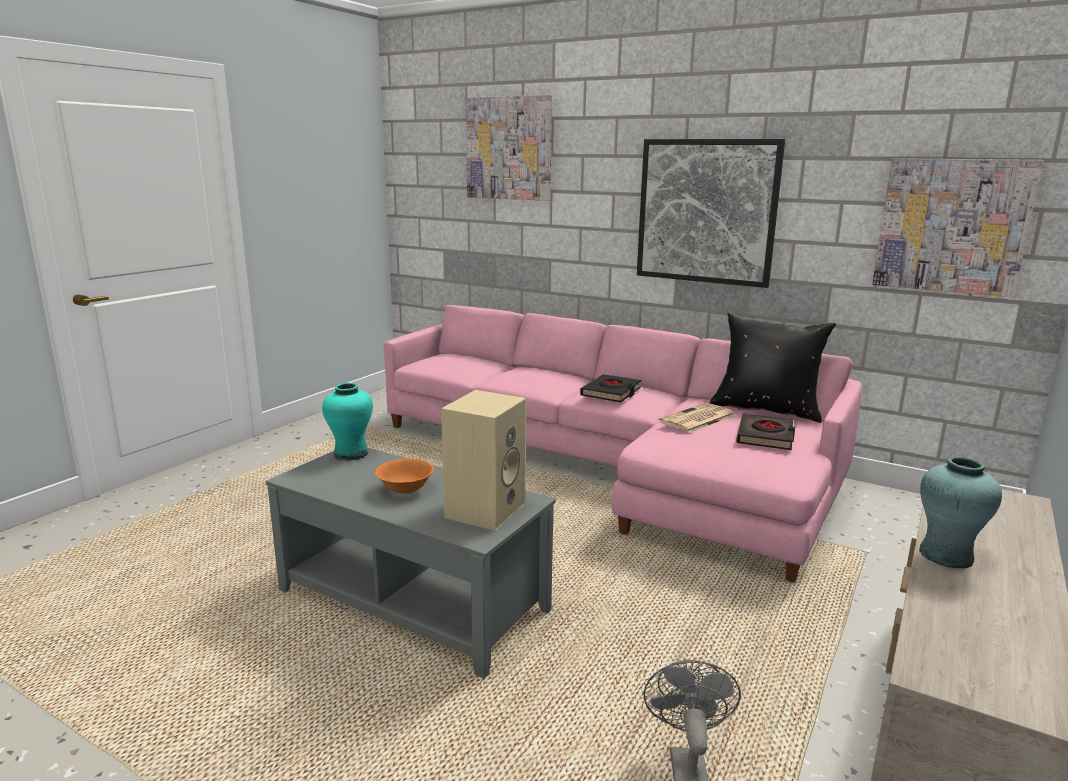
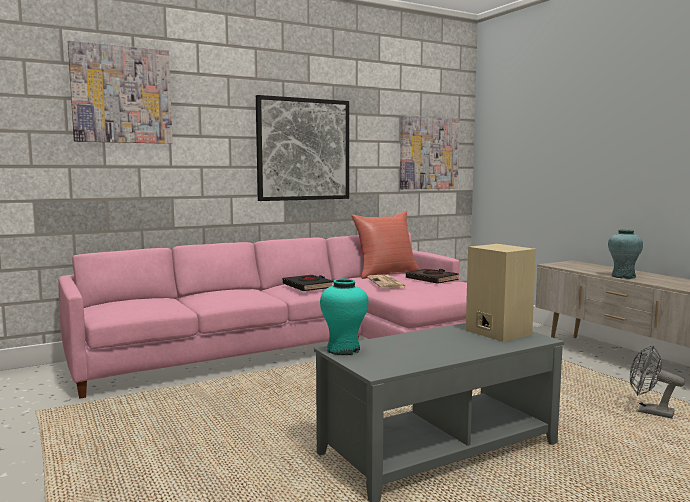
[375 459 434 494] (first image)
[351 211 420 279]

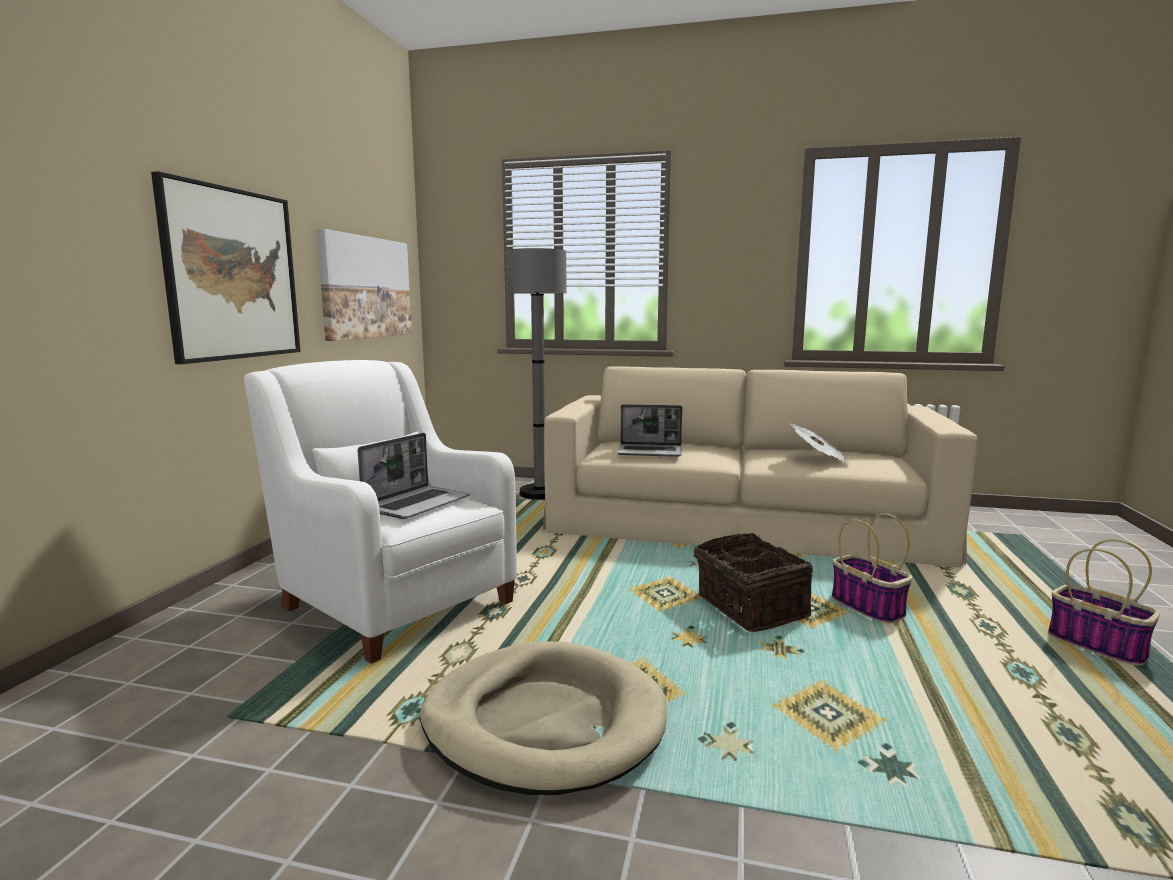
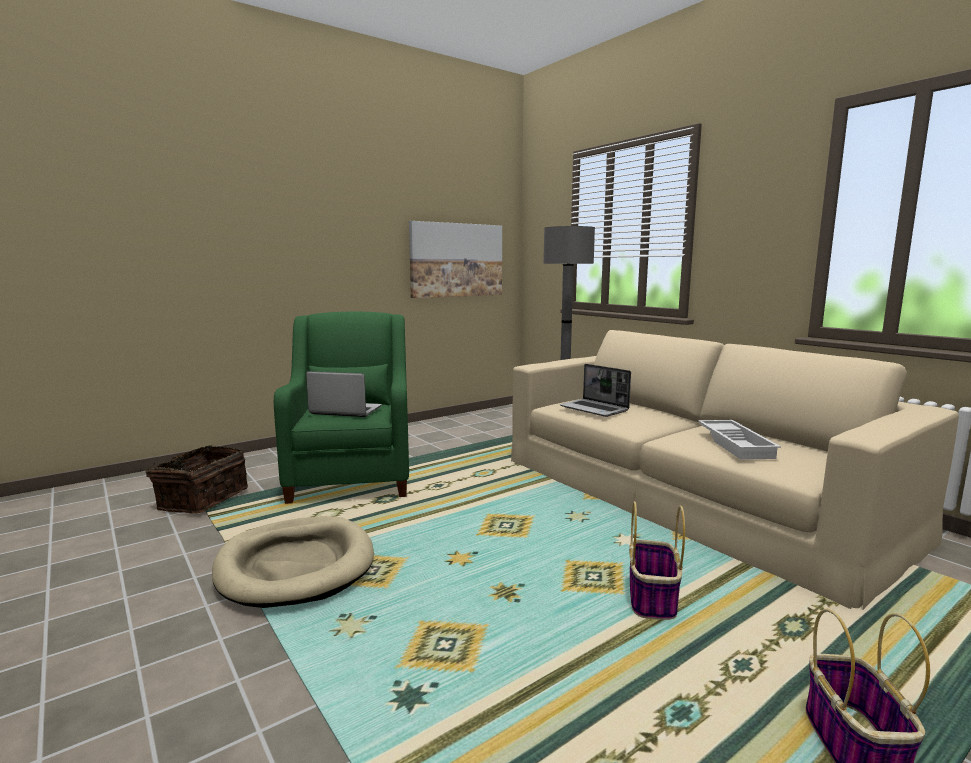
[151 171 301 364] (first image)
[274 312 409 504]
[306 371 382 417]
[140 445 248 514]
[698 420 781 460]

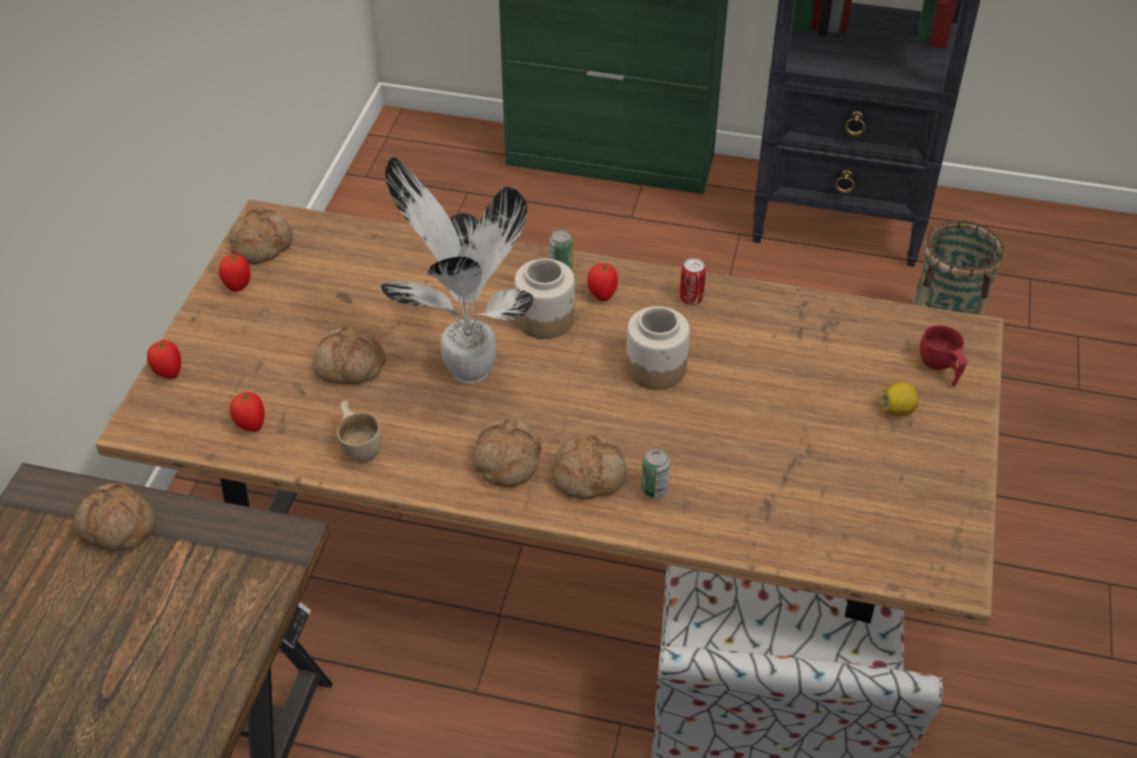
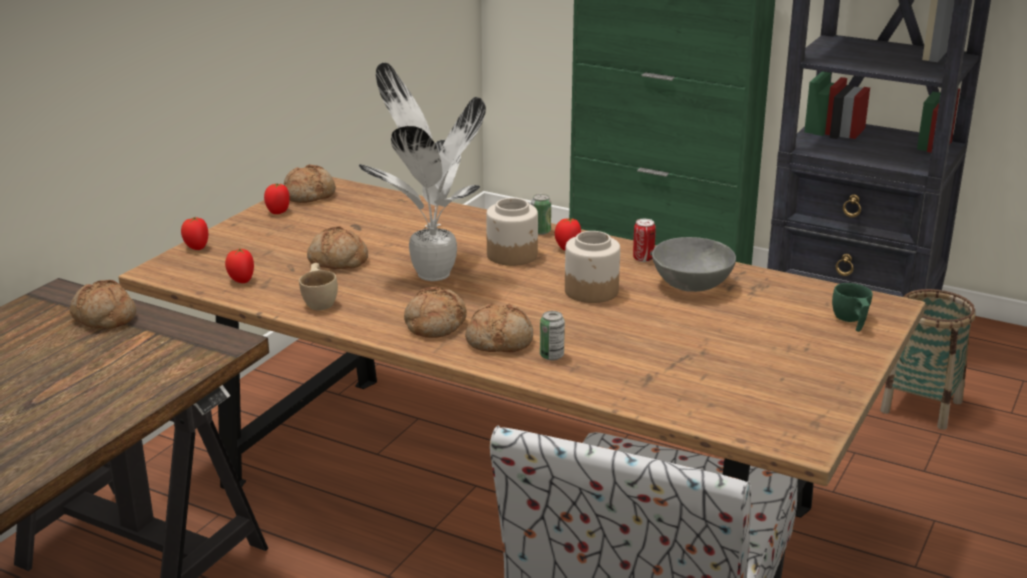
[881 382 919 416] (first image)
[832 283 873 332]
[652 237 736 292]

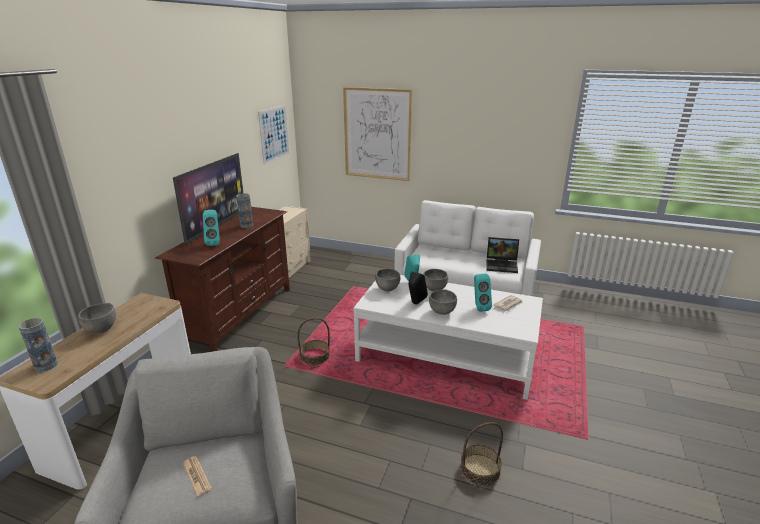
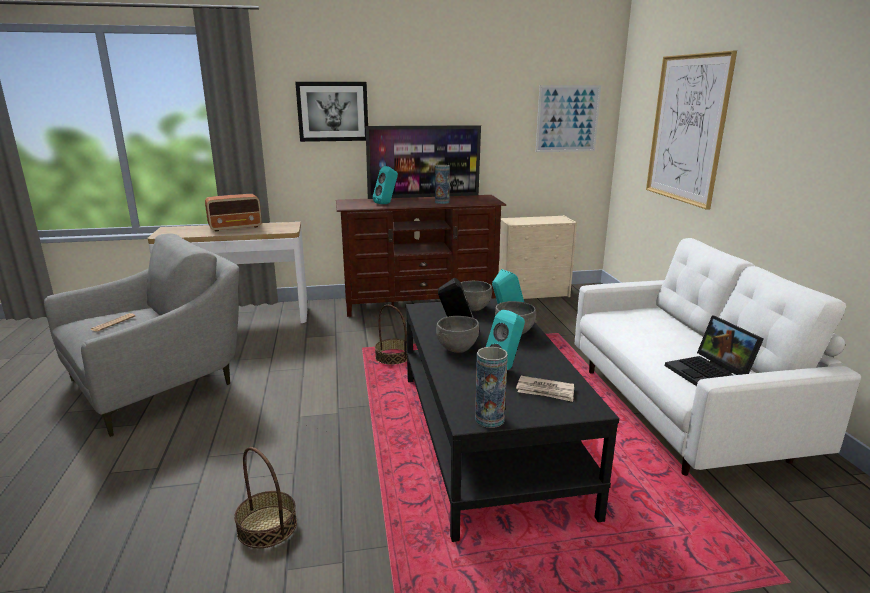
[475 347 508 428]
[205 194 262 232]
[406 298 619 542]
[295 82 368 142]

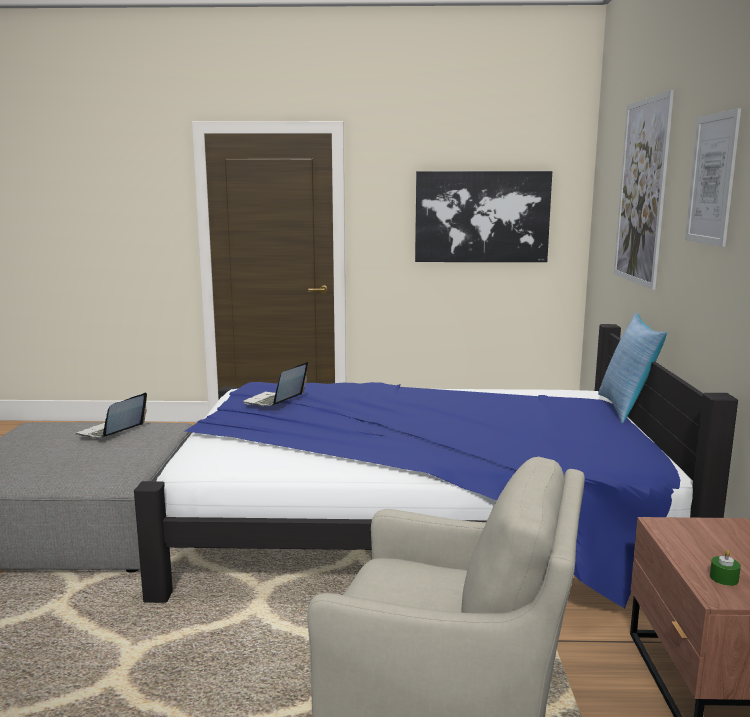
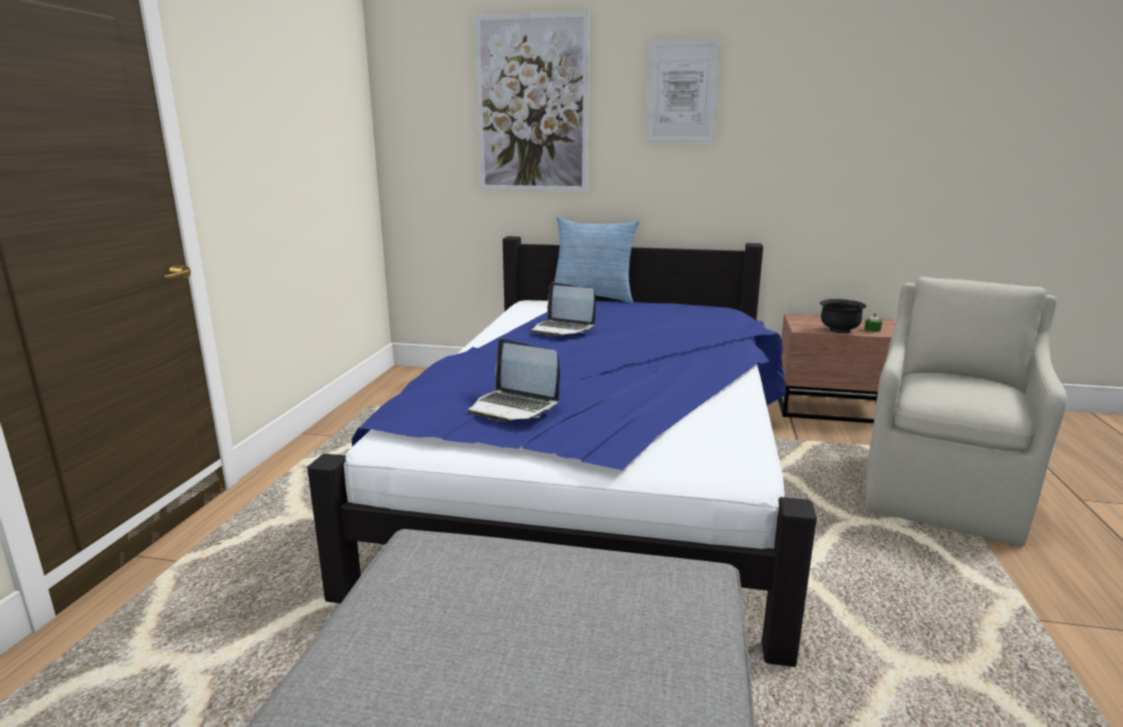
[531 282 596 336]
[415 171 552 262] (first image)
[820 299 867 333]

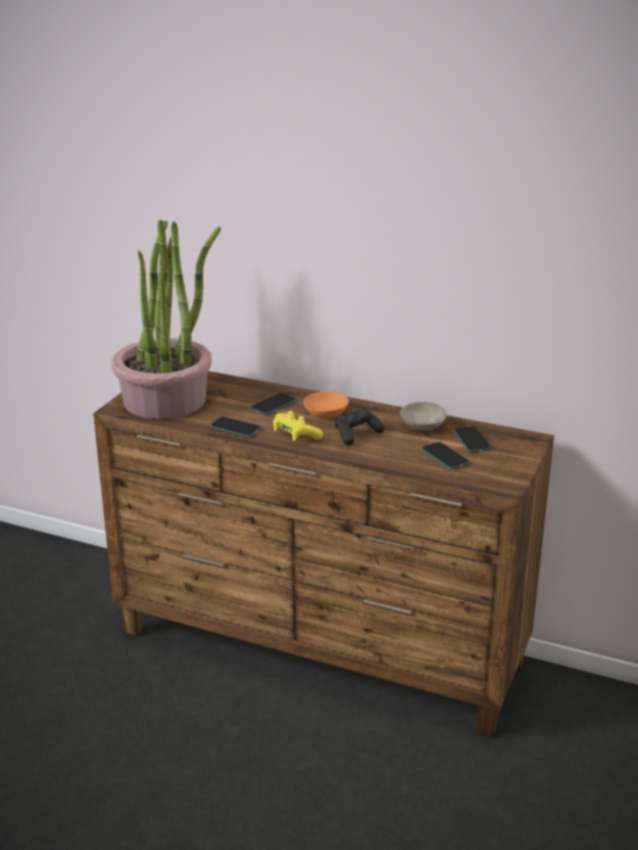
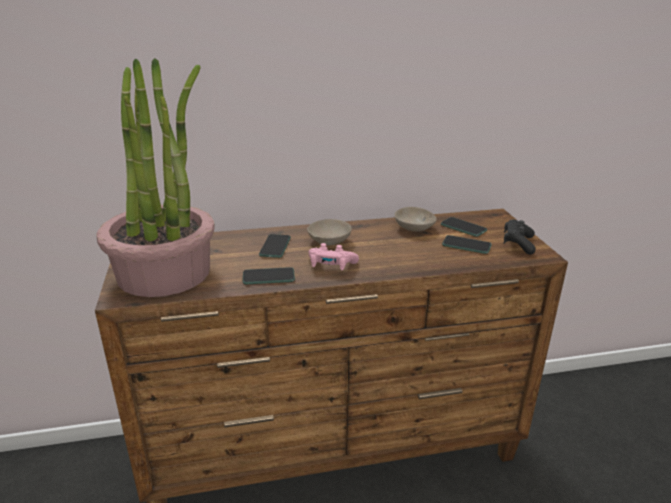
[309 243 359 270]
[307 219 352 246]
[504 219 536 255]

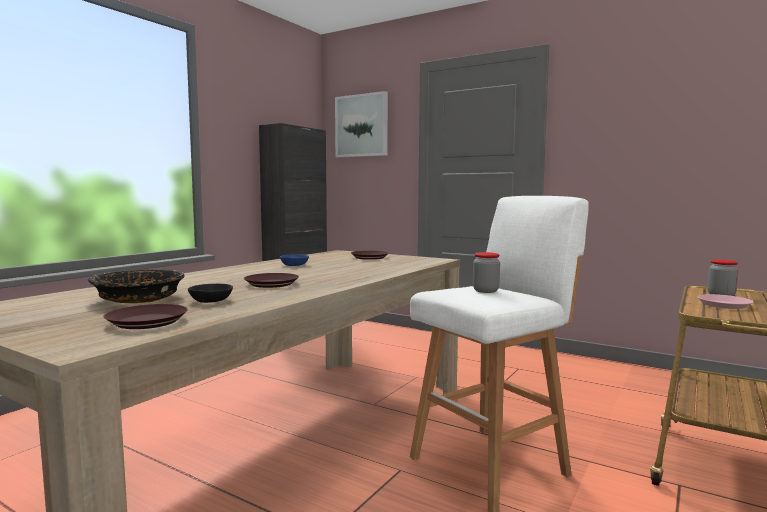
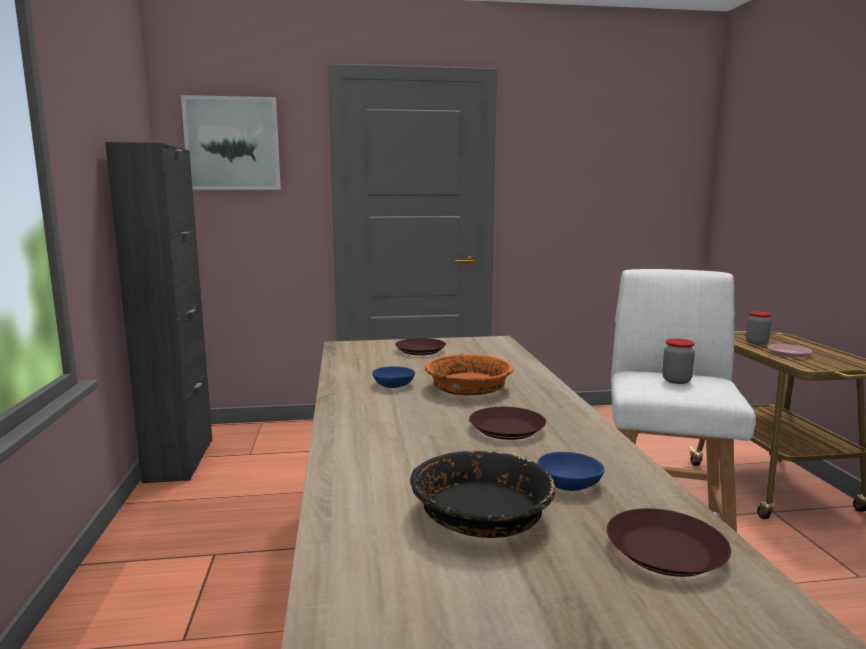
[537 452 605 491]
[425 354 514 395]

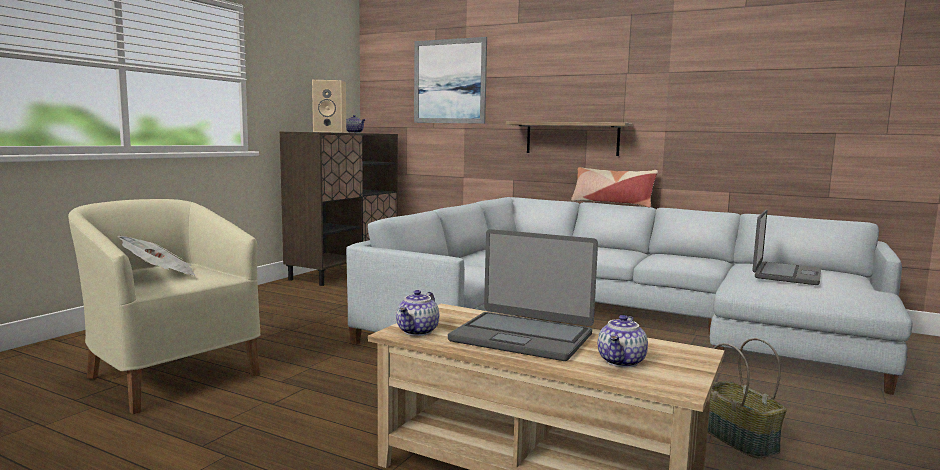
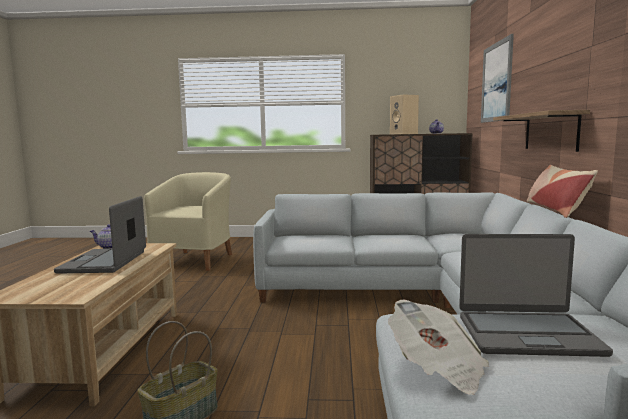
[388 300 489 395]
[598 315 648 368] (first image)

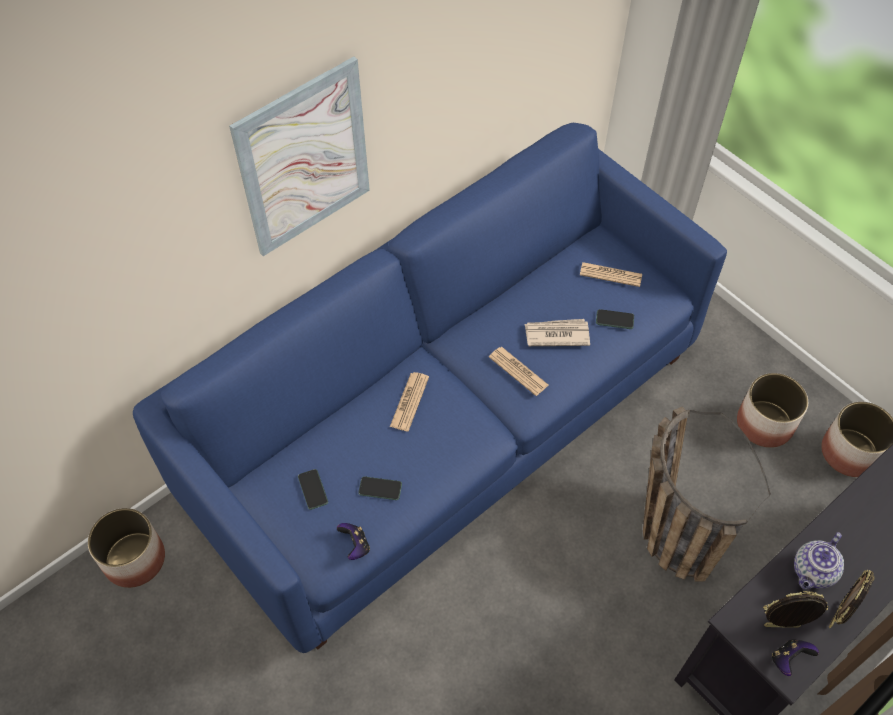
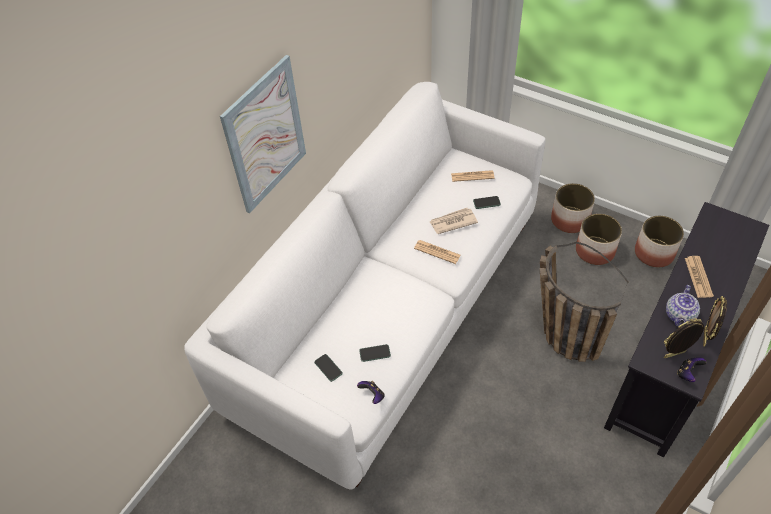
[551 183 595 233]
[184 82 546 490]
[685 256 714 298]

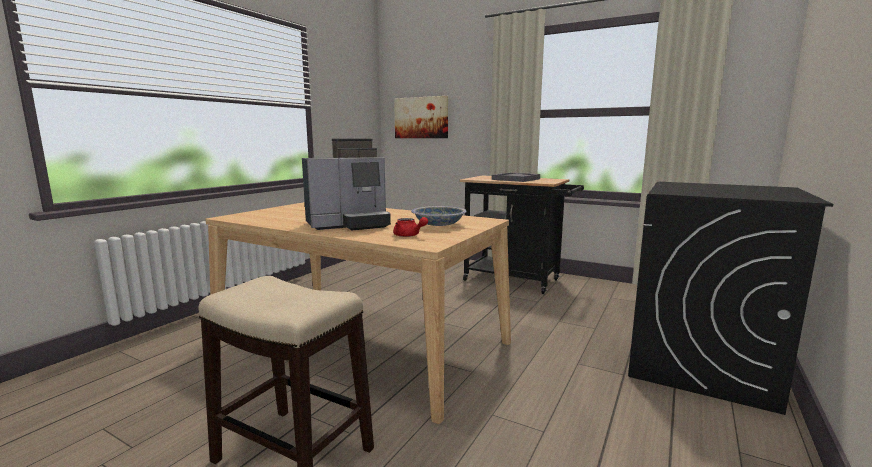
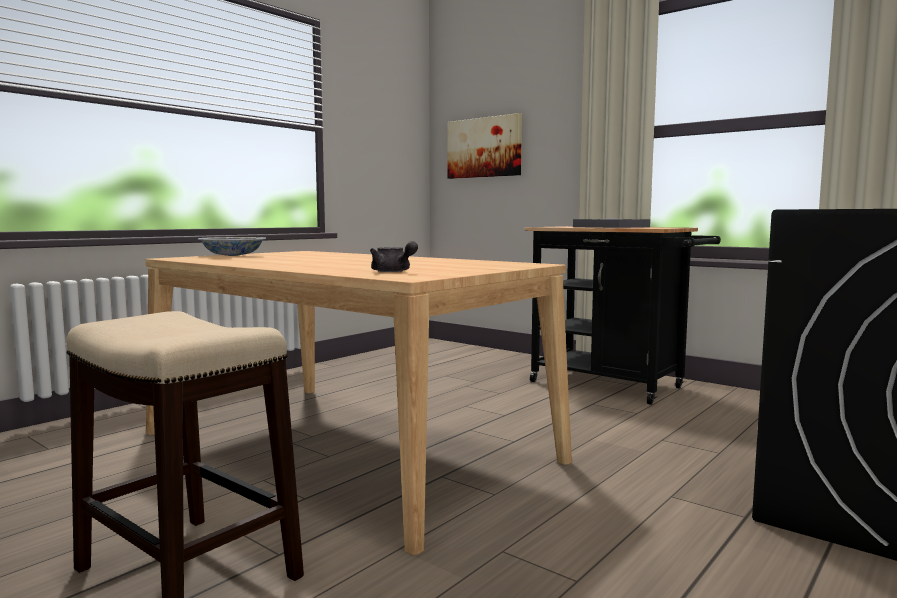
[302 138 391 231] (first image)
[370 241 418 272]
[198 237 266 256]

